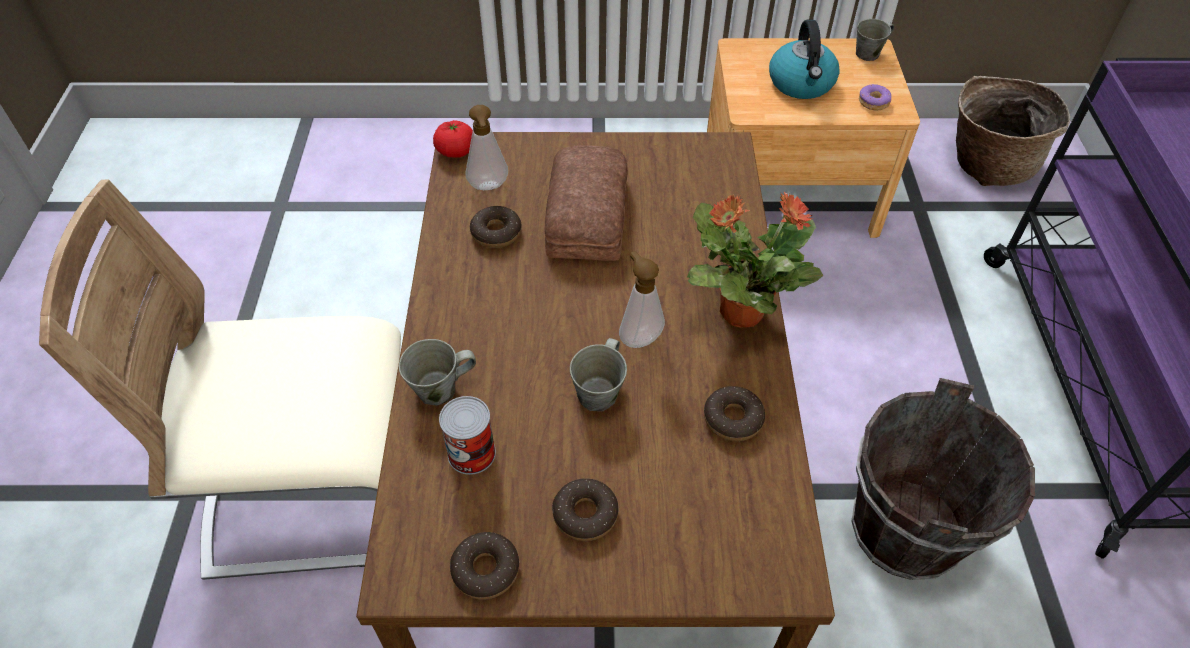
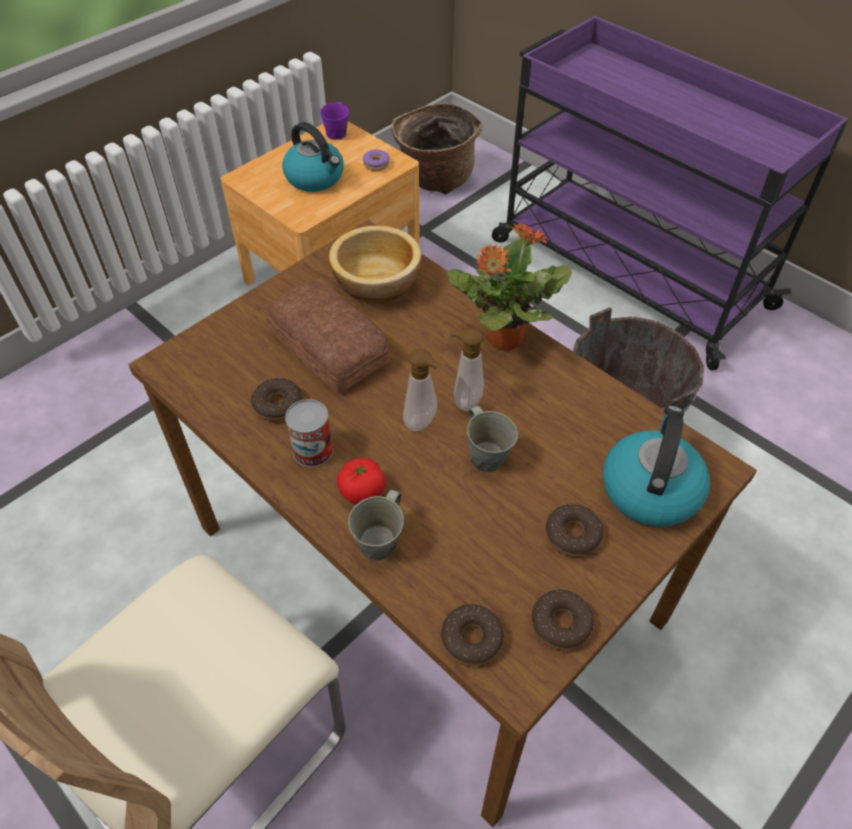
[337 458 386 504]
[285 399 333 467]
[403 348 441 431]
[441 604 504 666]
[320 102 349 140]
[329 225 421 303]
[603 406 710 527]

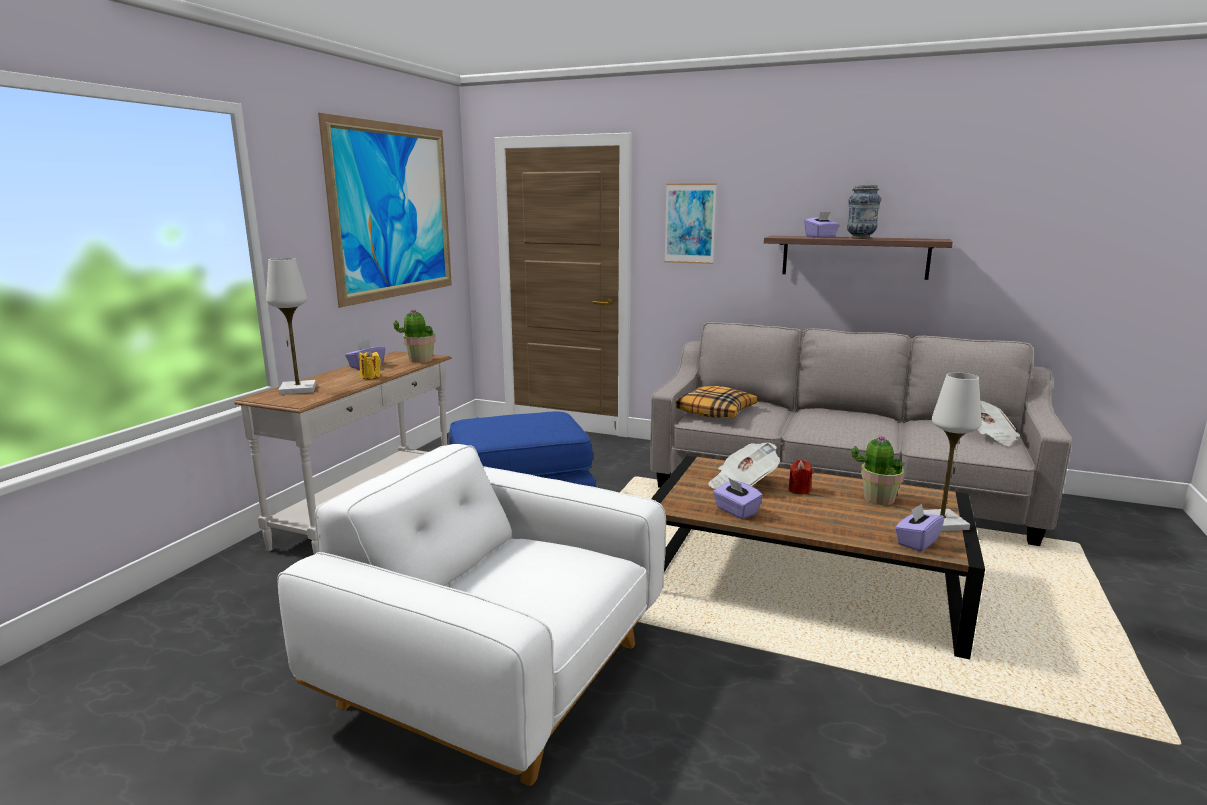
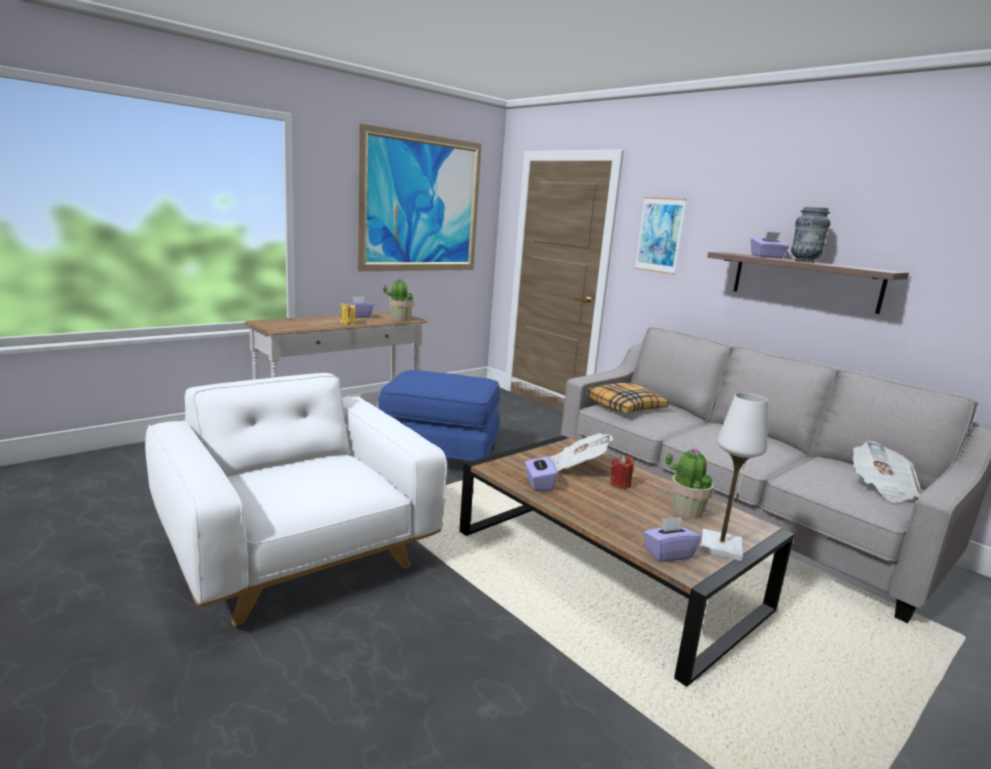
[266 258 316 395] (first image)

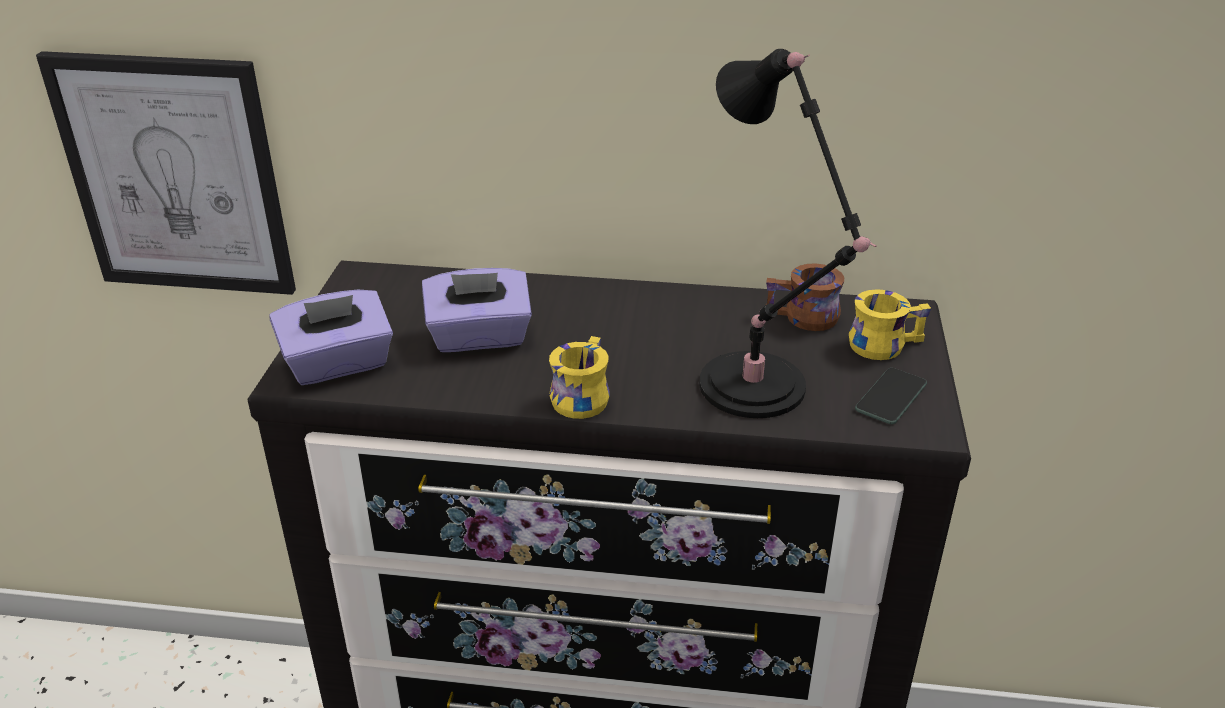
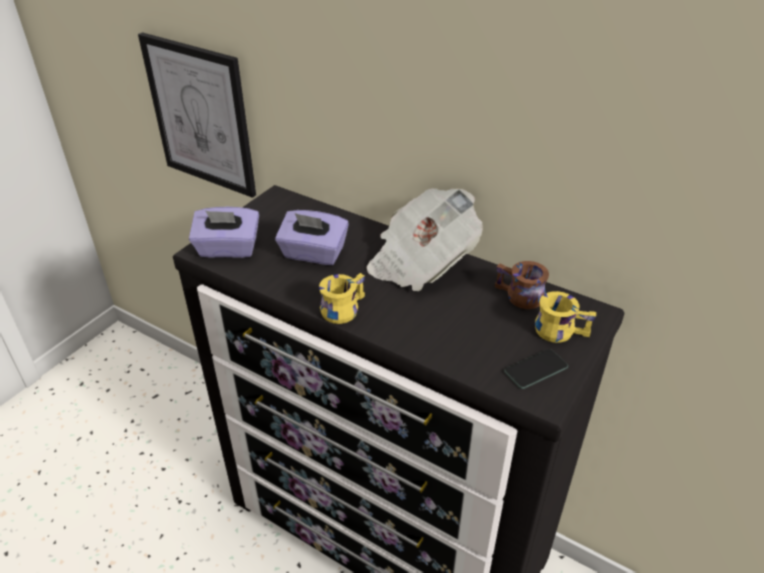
[699 49 876 418] (first image)
[366 188 483 291]

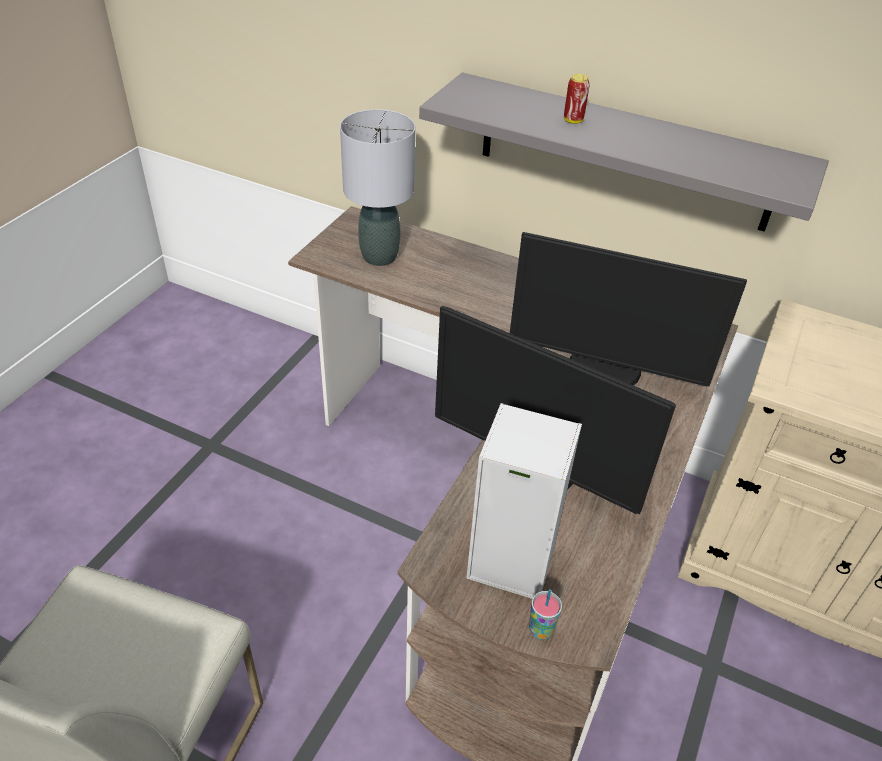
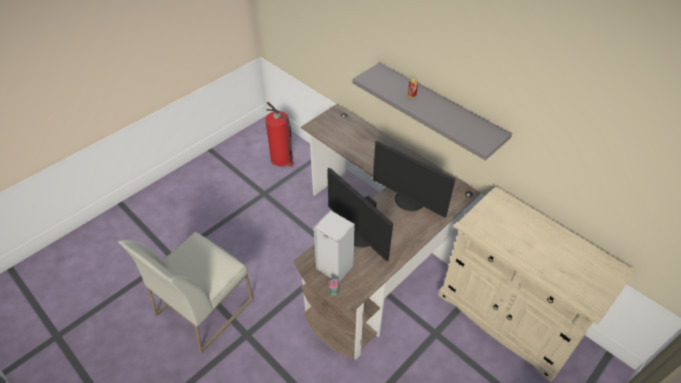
[340 109 415 266] (first image)
[265 102 294 166]

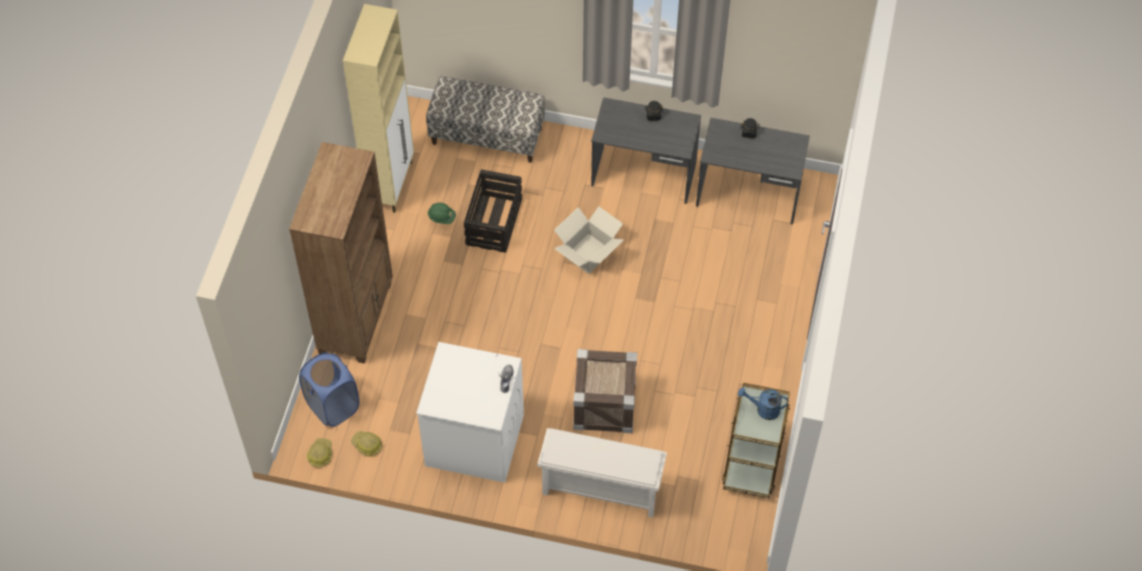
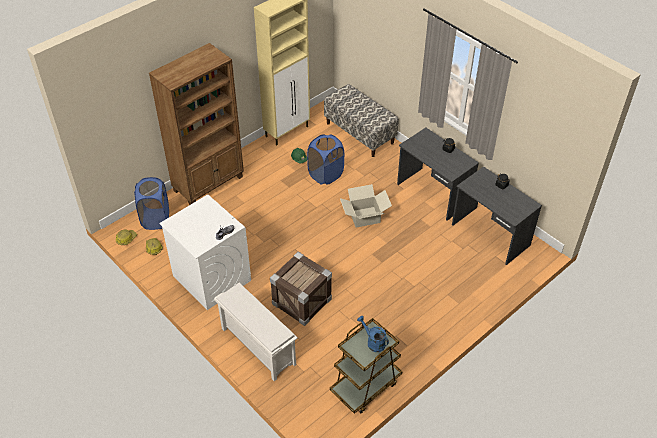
[307 134 344 185]

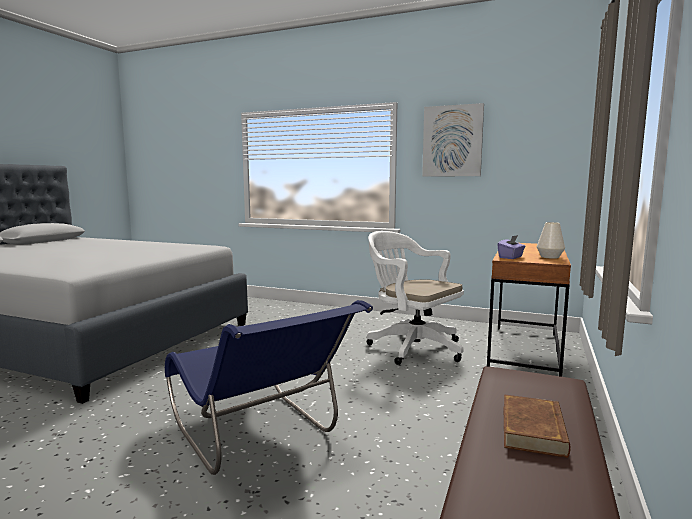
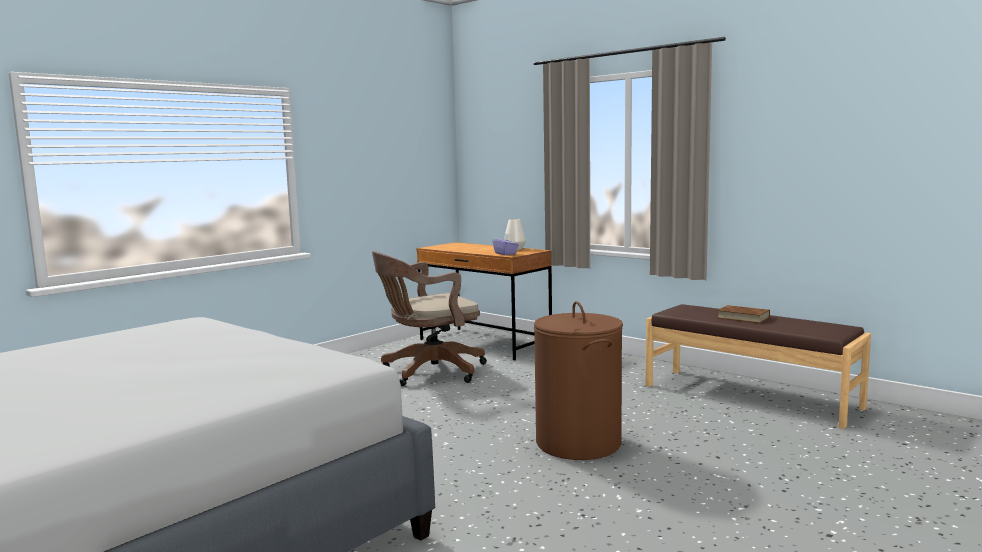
[534 301 623 460]
[372 251 487 386]
[422 103 484 177] (first image)

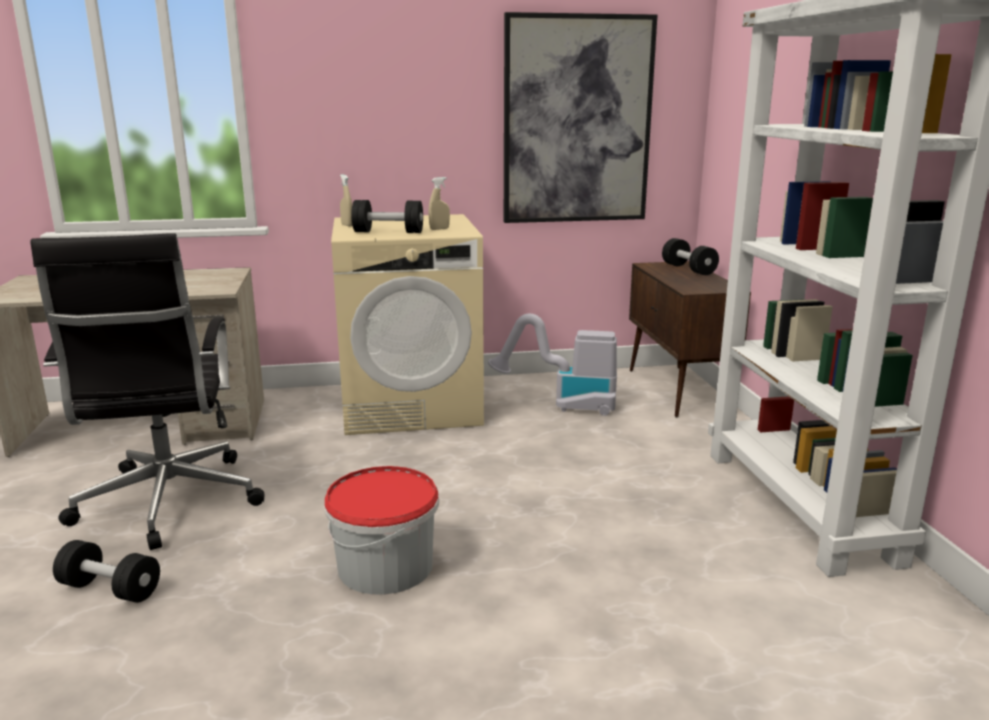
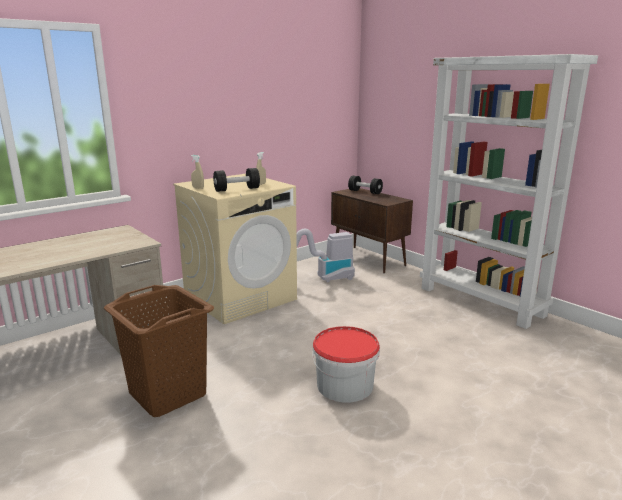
[104 285 214 417]
[53 540 160 603] (first image)
[504 12 657 223] (first image)

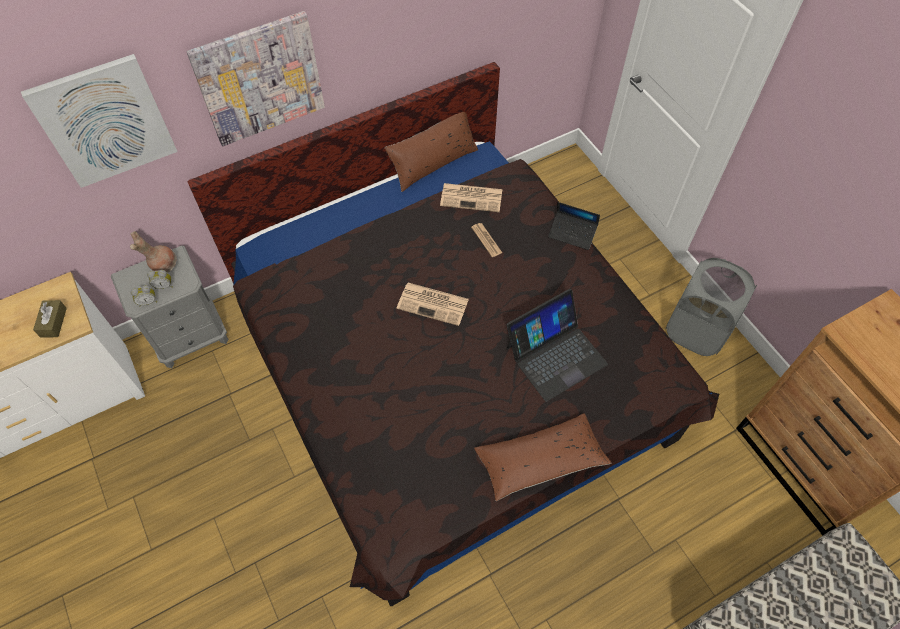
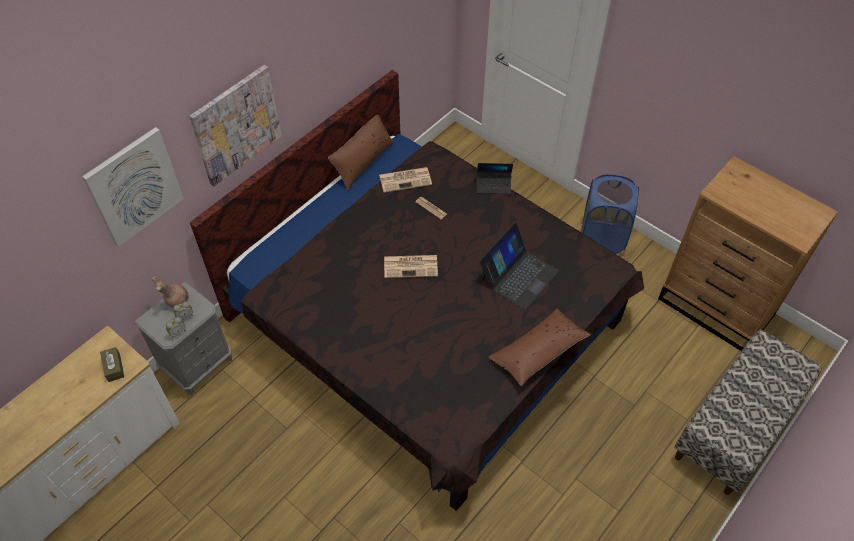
[581 174 639 254]

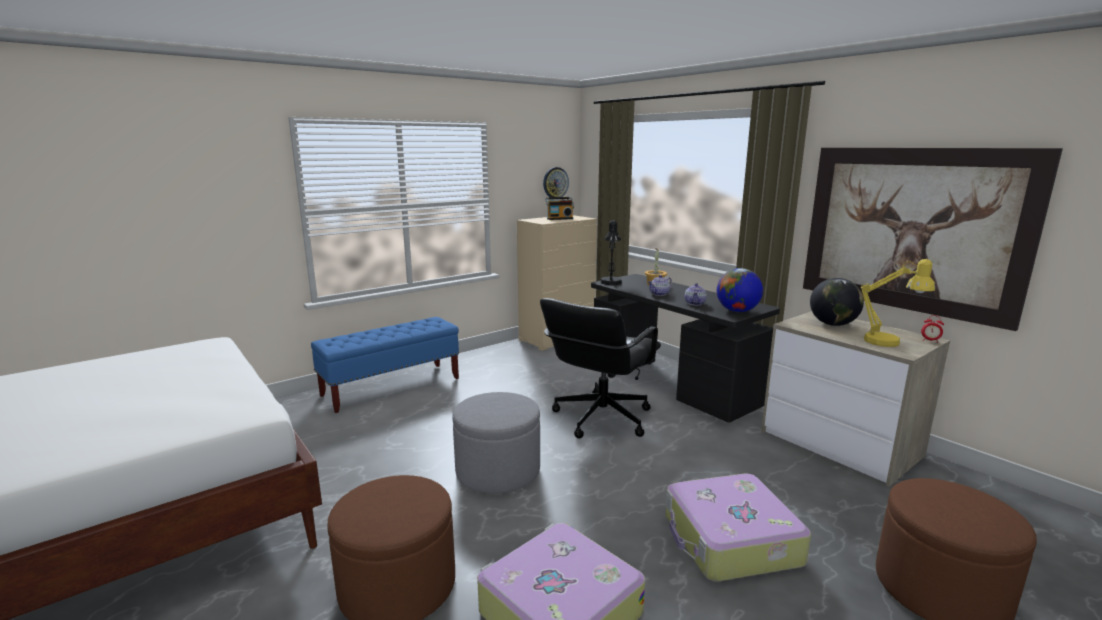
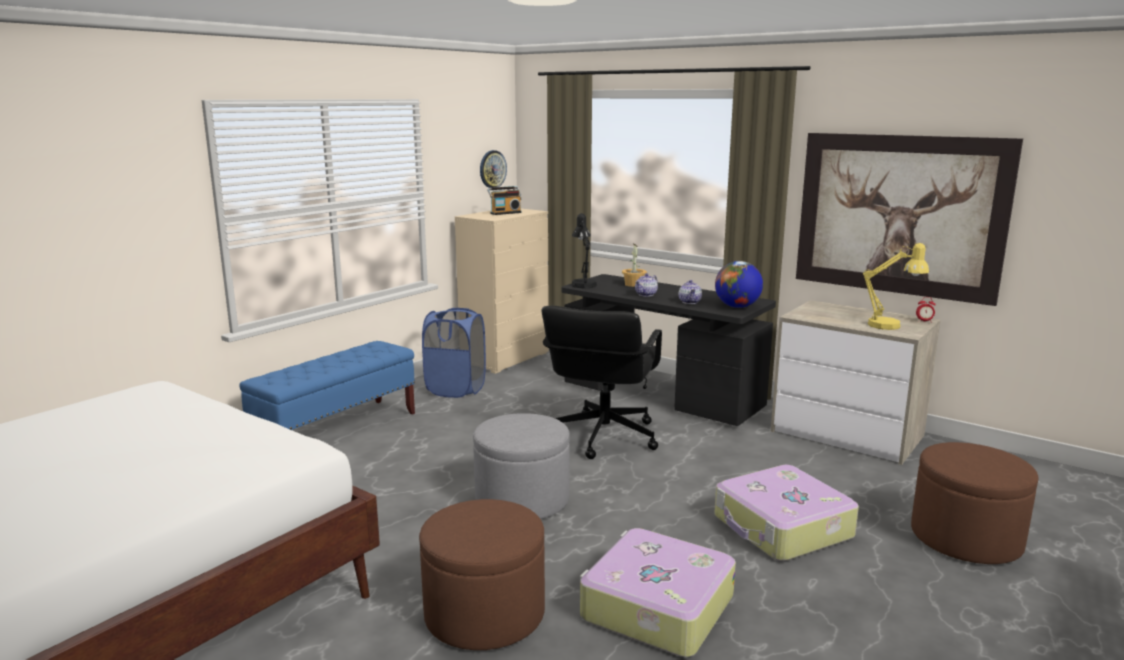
[810 278 864 326] (first image)
[422 308 486 398]

